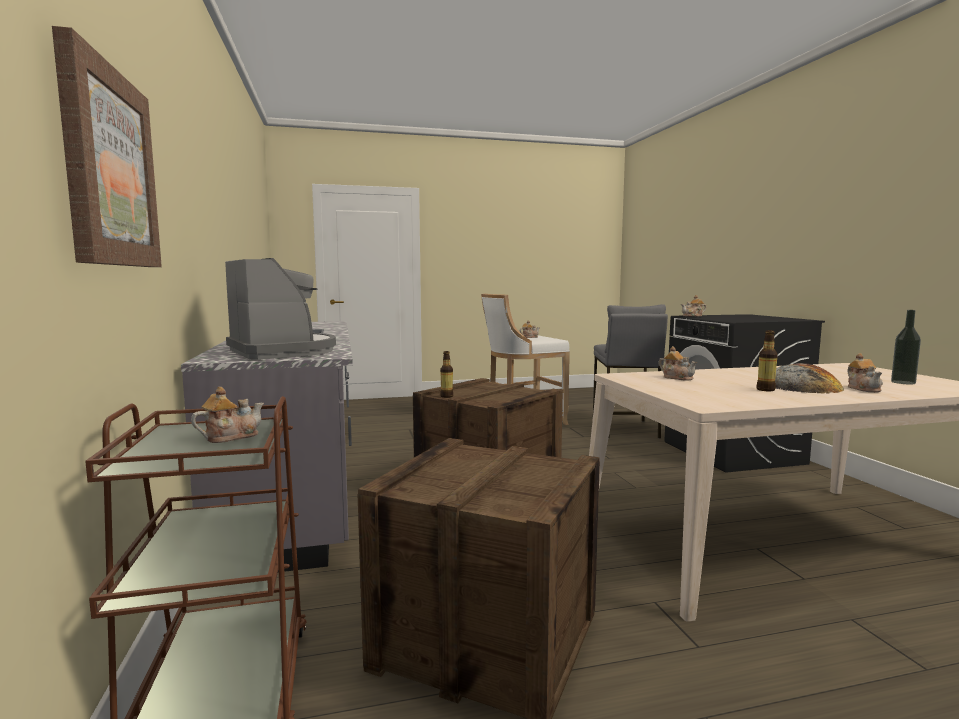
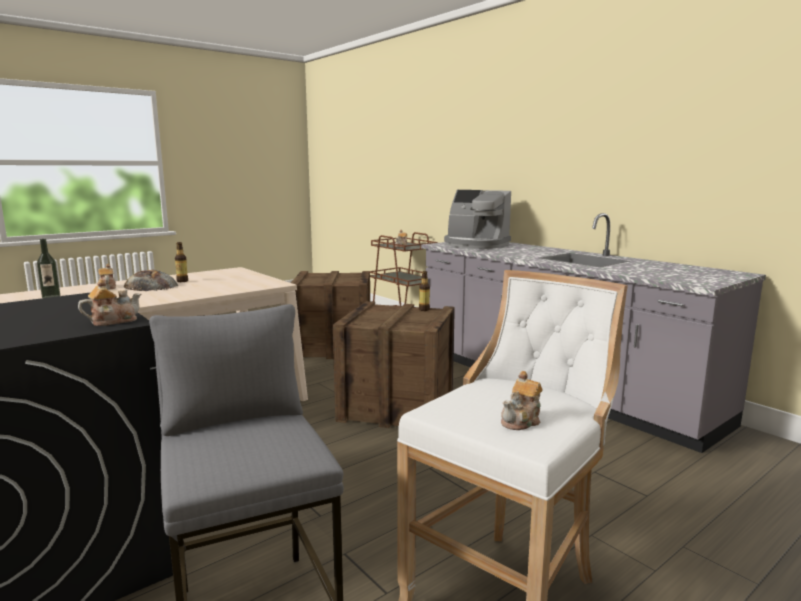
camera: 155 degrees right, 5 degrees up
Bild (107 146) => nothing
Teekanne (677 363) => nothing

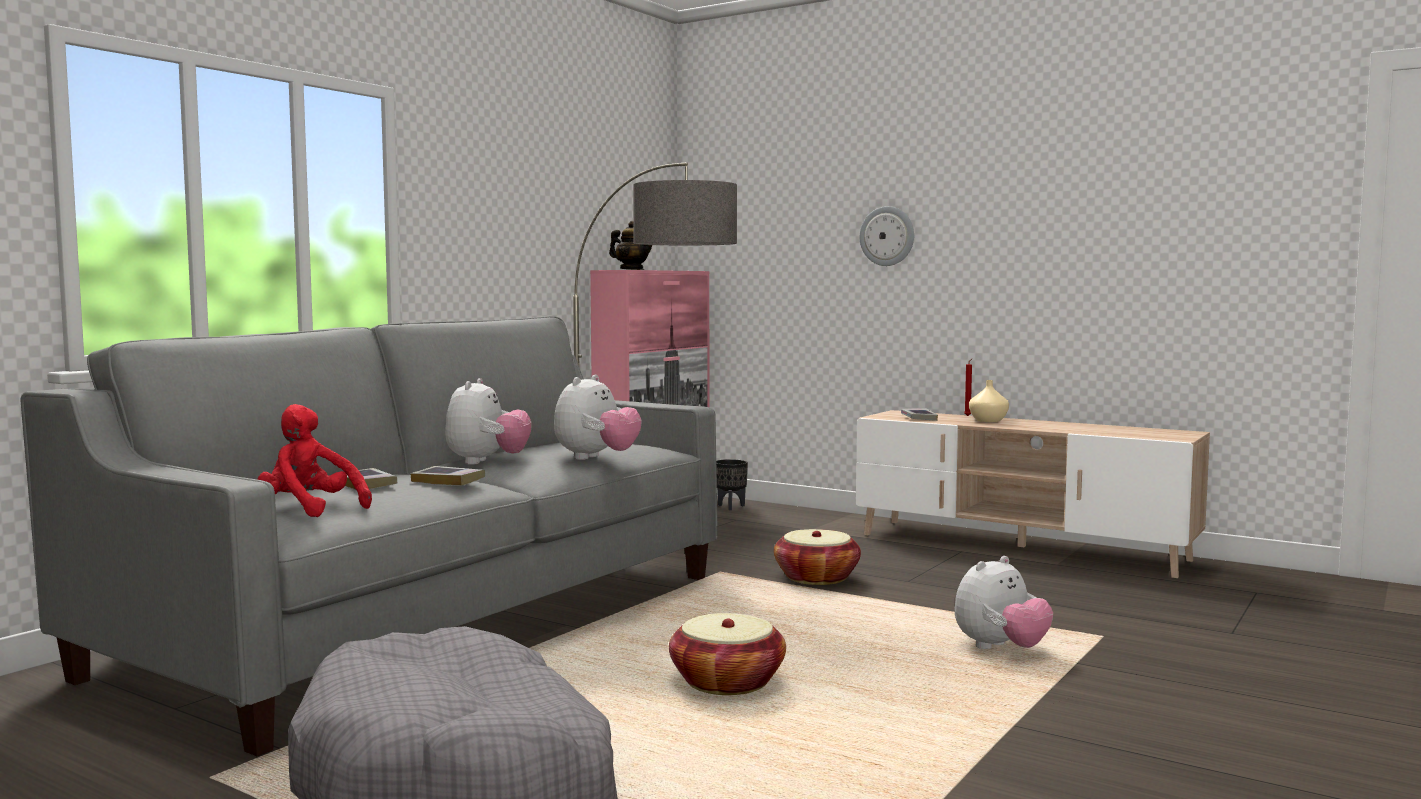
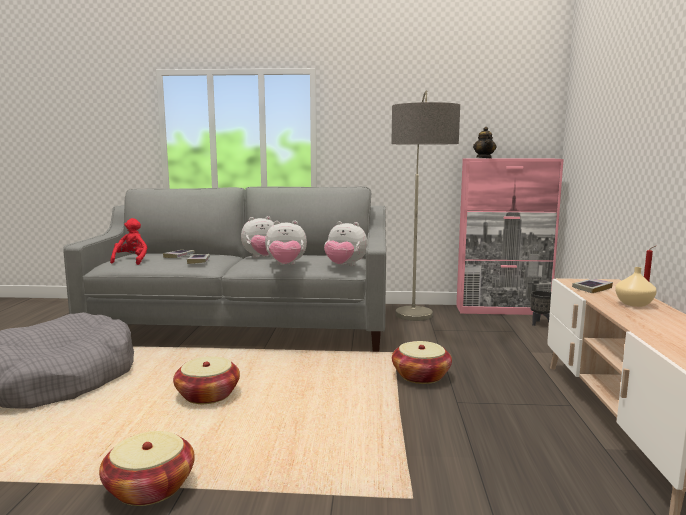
camera: 60 degrees right, 5 degrees up
nothing => Korb (147 468)
Plüschtier (1004 602) => Plüschtier (346 243), move
Wanduhr (887 236) => nothing

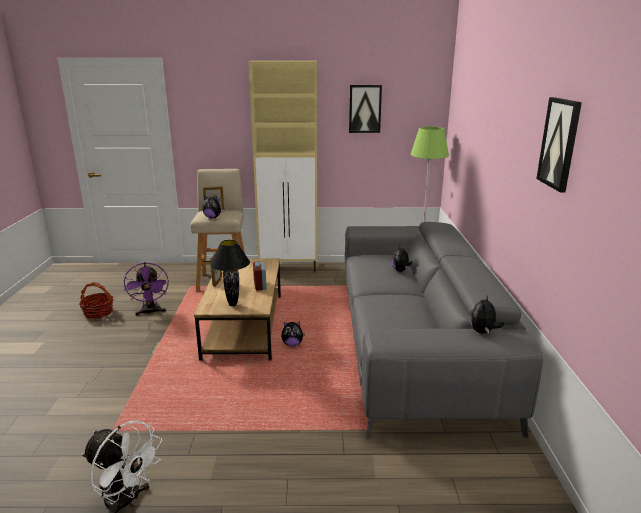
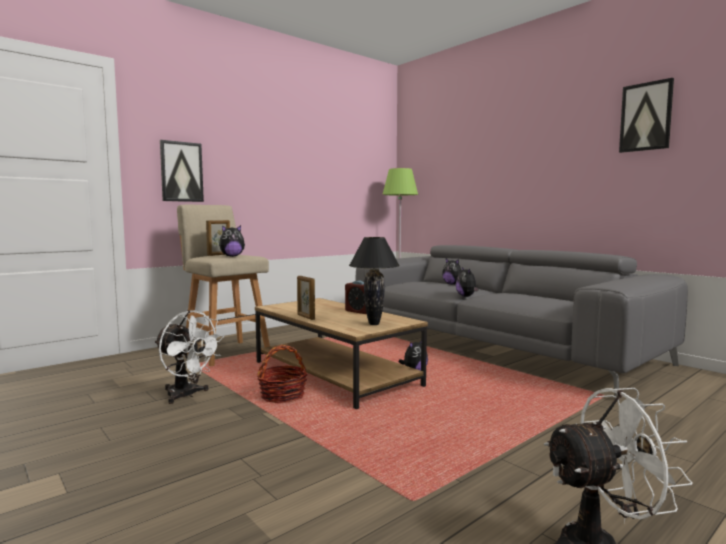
camera: 40 degrees left, 15 degrees down
Ventilator (lila) (146 289) => Ventilator (weiß) (189 357)
Bild (365 109) => Bild (182 171), move
Korb (96 300) => Korb (282 374), move
Plüschtier (487 315) => Plüschtier (467 282), move
Schrank (beige) (282 166) => nothing

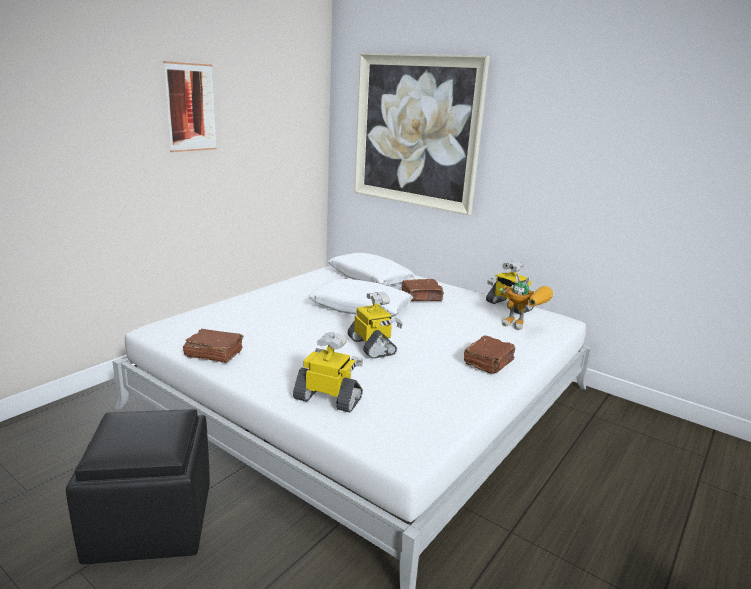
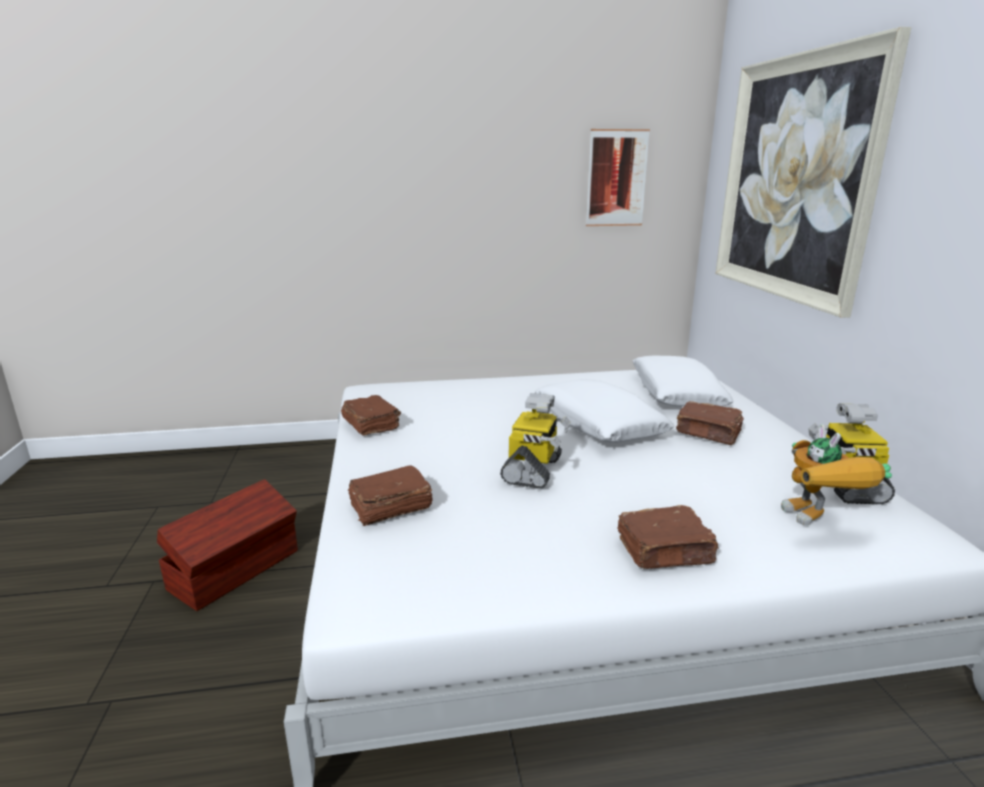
camera: 45 degrees right, 0 degrees up
Polsterhocker (schwarz) (138 487) => Aufbewahrungsbox (braun) (227 545)
Spielzeugroboter (328 372) => Buch (braun) (390 495)
Bild (190 106) => Bild (618 177), move

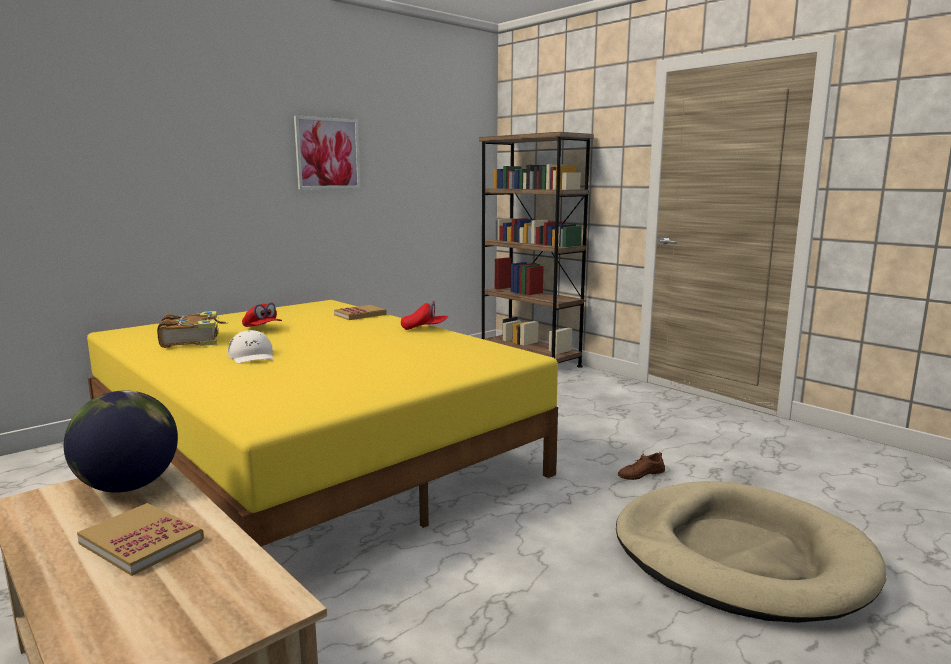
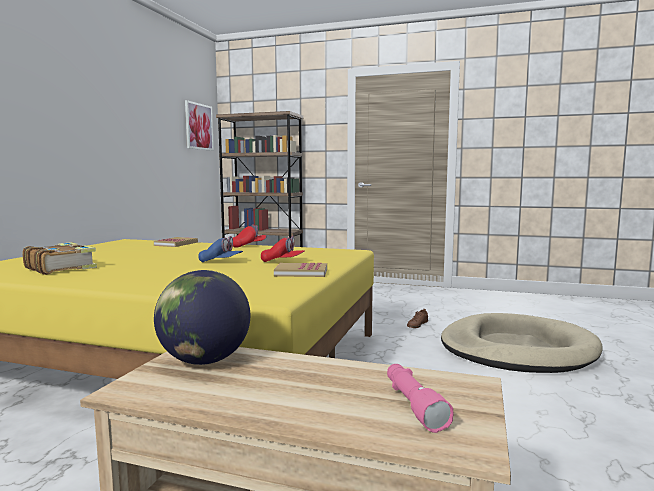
camera: 30 degrees left, 5 degrees down
Bild (327 152) => Bild (199 125), move
nothing => Kappe (blau) (220 249)
Kappe (rot) (262 314) => Kappe (rot) (283 249), move
Buch (140 539) => Buch (300 270), move
nothing => Taschenlampe (rosa) (420 398)
Kappe (weiß) (251 346) => nothing

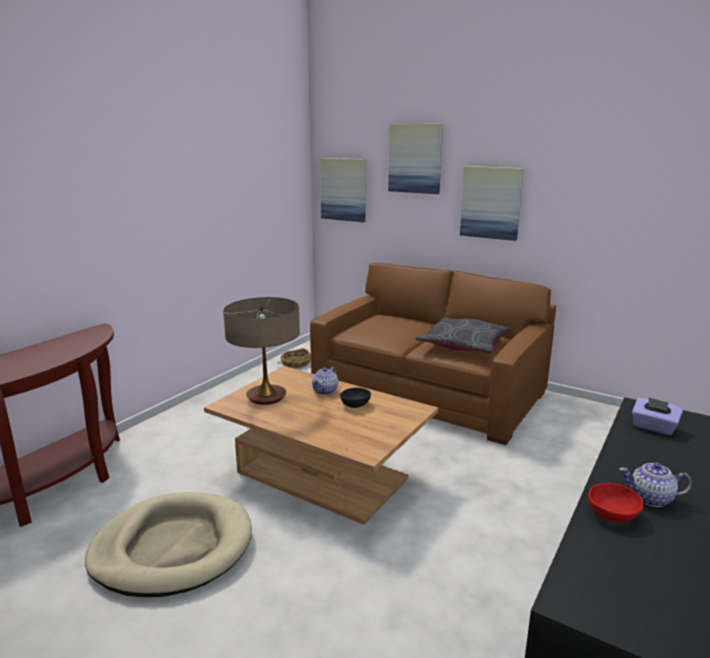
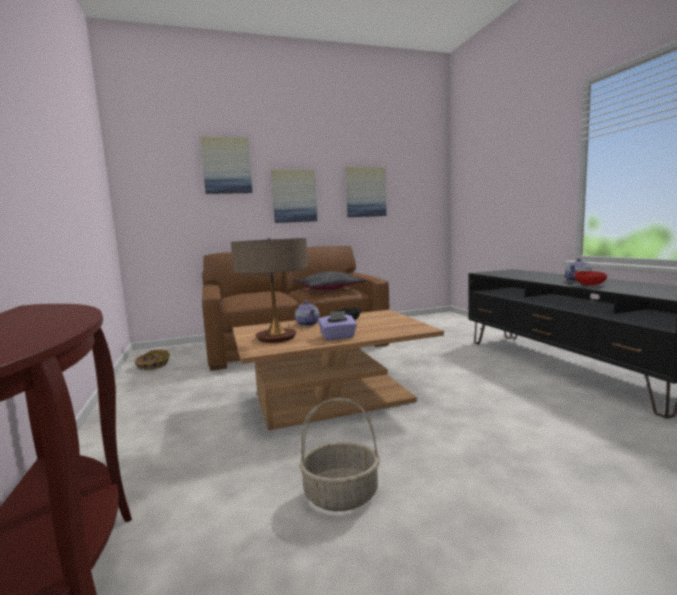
camera: 50 degrees left, 10 degrees down
Hundebett (beige) (168 544) => Korb (339 454)
Taschentuchbox (lila) (657 416) => Taschentuchbox (lila) (337 325), move
Bild (343 190) => Bild (365 192), move

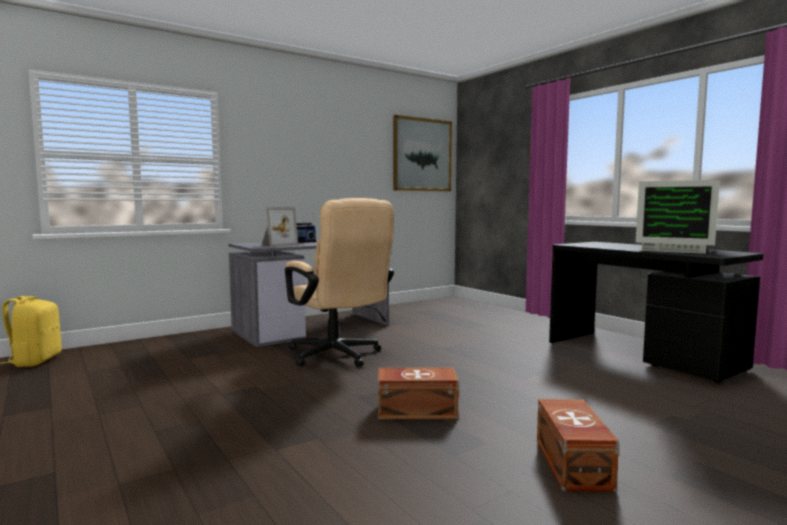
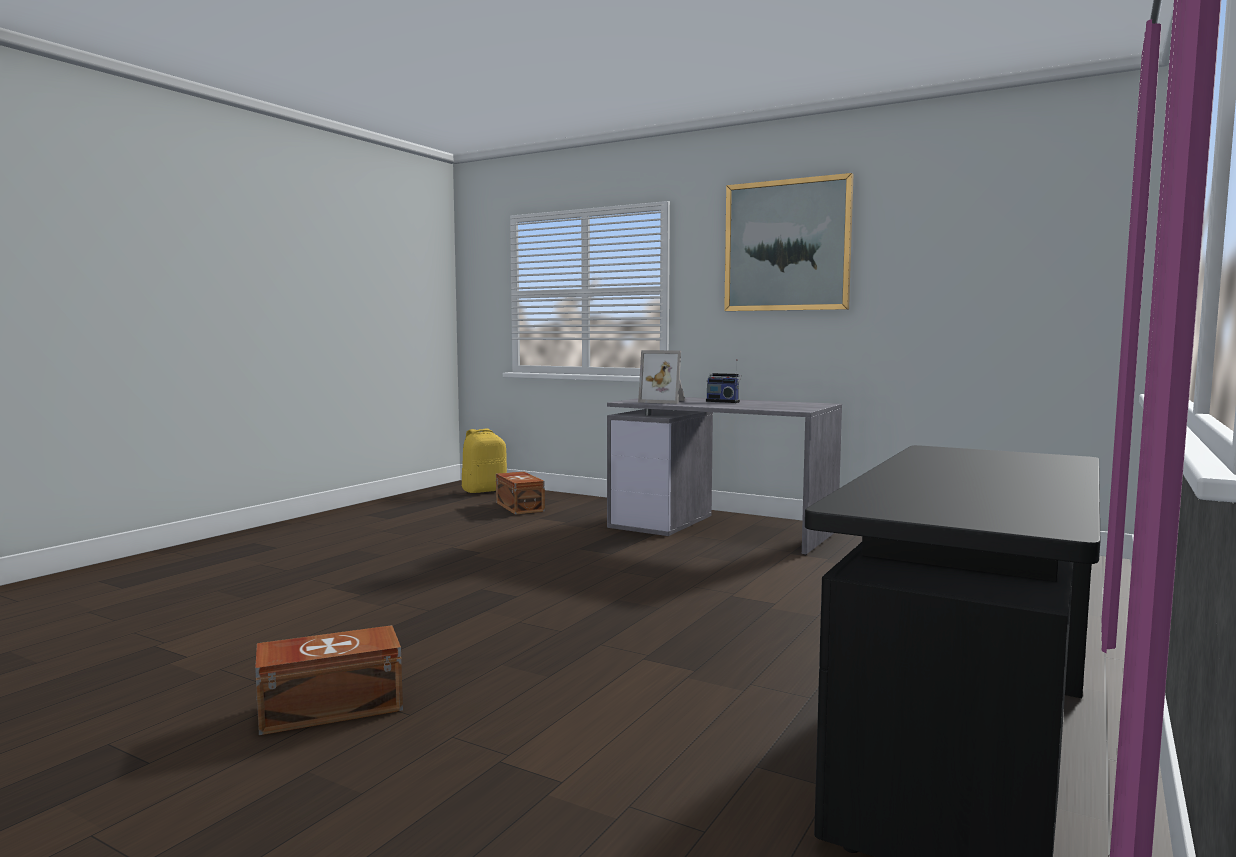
camera: 65 degrees right, 0 degrees up
Aufbewahrungsbox (braun) (418 393) => Aufbewahrungsbox (braun) (520 493), move
Bild (422 153) => Bild (788 242), move
Bürostuhl (beige) (339 282) => nothing
Monitor (678 217) => nothing

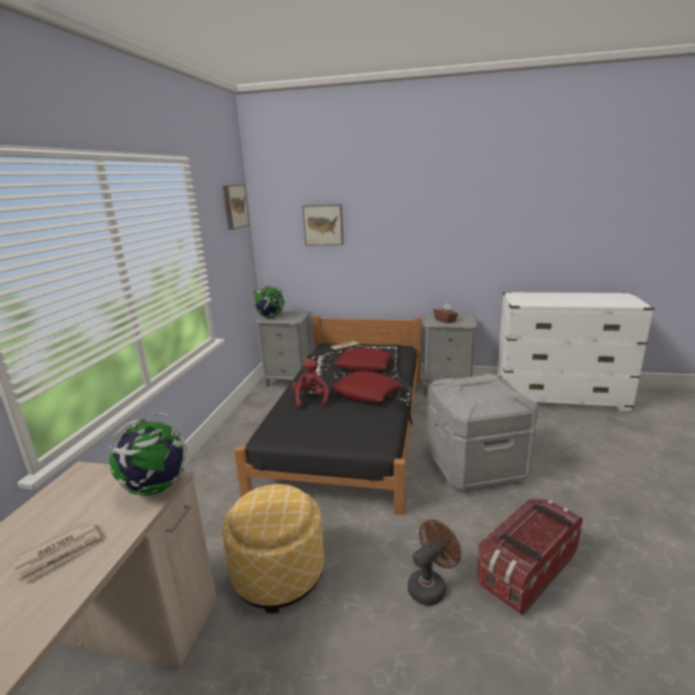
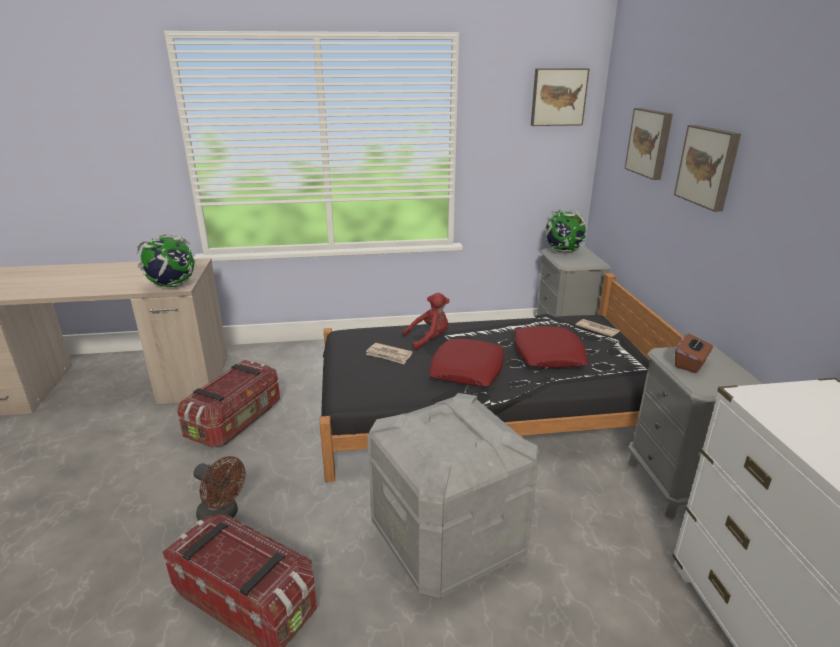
camera: 70 degrees right, 5 degrees up
Polsterhocker (273 548) => Aufbewahrungsbox (228 404)
Zeitung (58 551) => Zeitung (389 353), move
nothing => Bild (707 168)

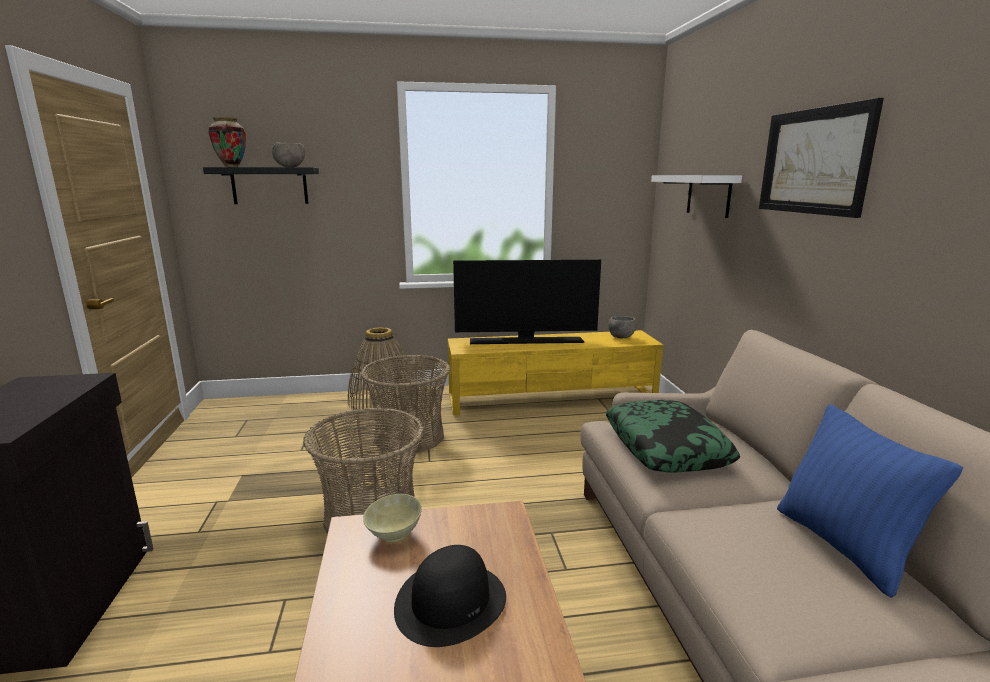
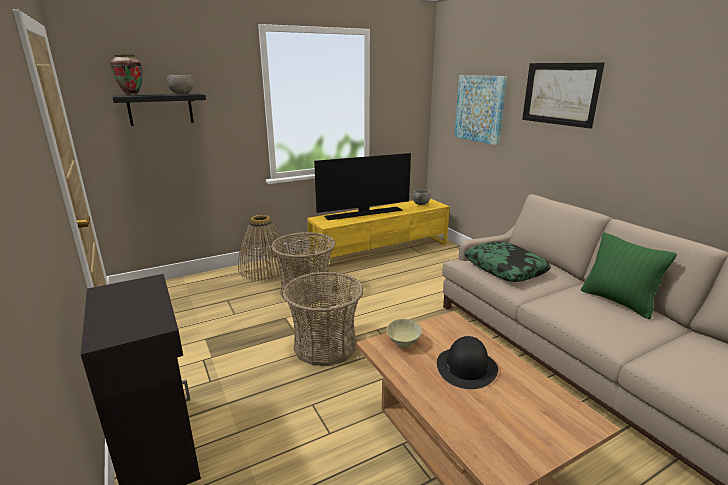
camera: 20 degrees left, 5 degrees up
Wandregal (weiß) (696 196) => Bild (481 110)
Kissen (blau) (870 501) => Kissen (grün) (629 275)

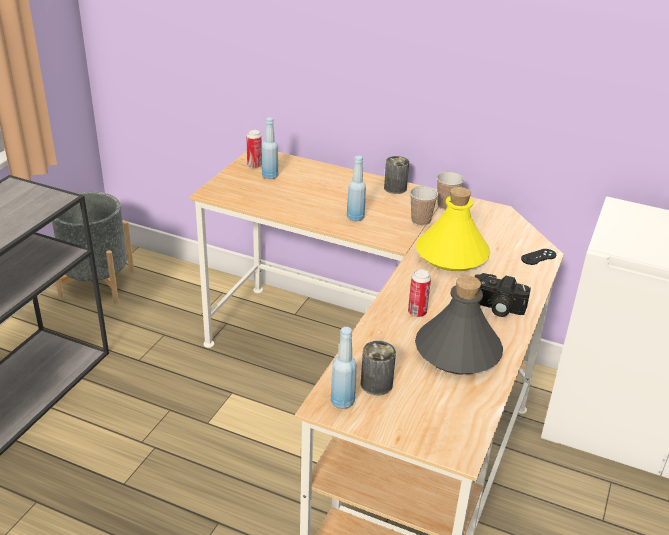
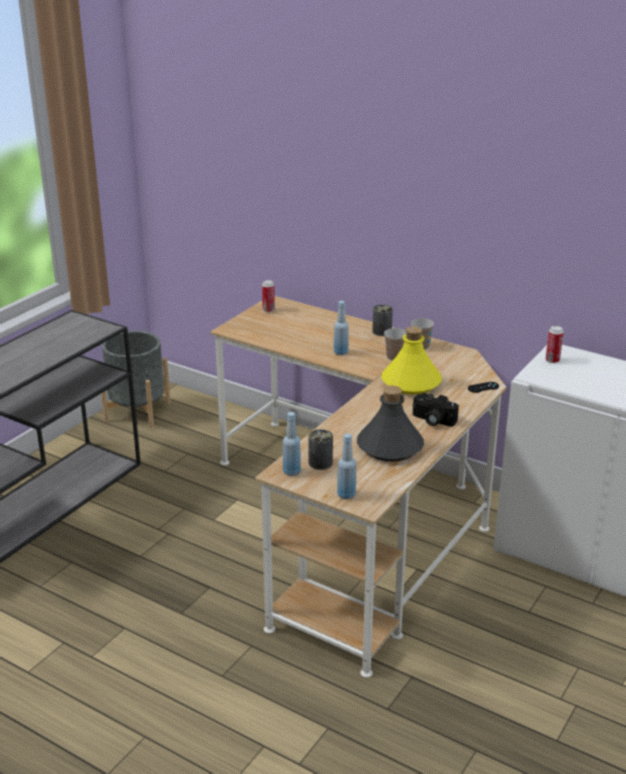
camera: 10 degrees right, 5 degrees down
Flasche (blau) (270 148) => Flasche (blau) (346 466), move
Dose (419 293) => Dose (554 344), move

